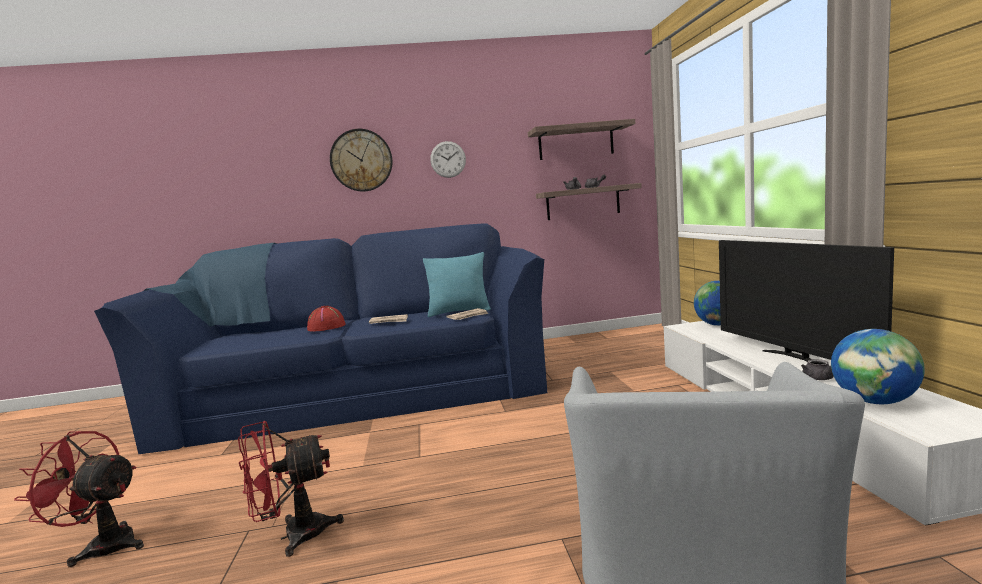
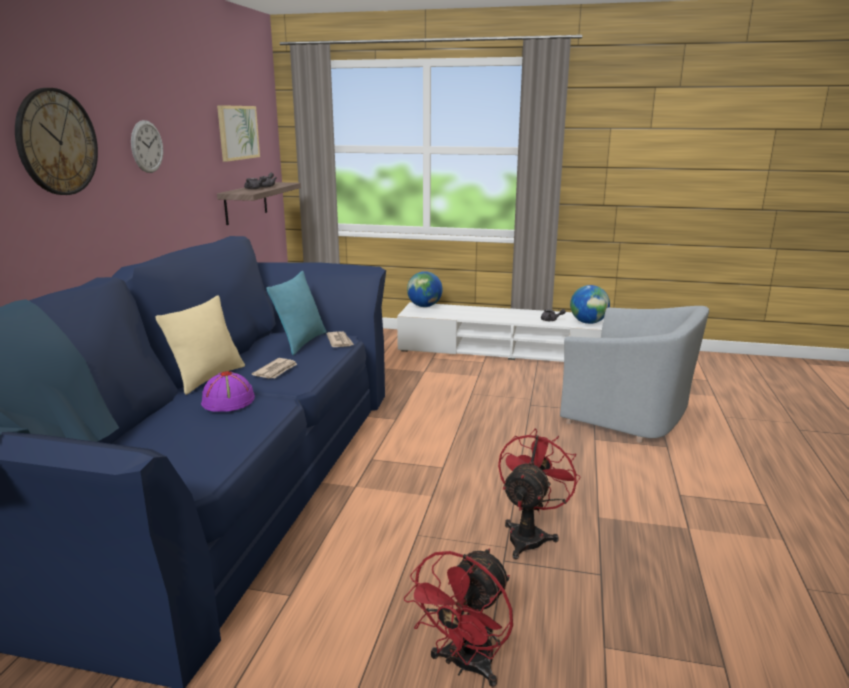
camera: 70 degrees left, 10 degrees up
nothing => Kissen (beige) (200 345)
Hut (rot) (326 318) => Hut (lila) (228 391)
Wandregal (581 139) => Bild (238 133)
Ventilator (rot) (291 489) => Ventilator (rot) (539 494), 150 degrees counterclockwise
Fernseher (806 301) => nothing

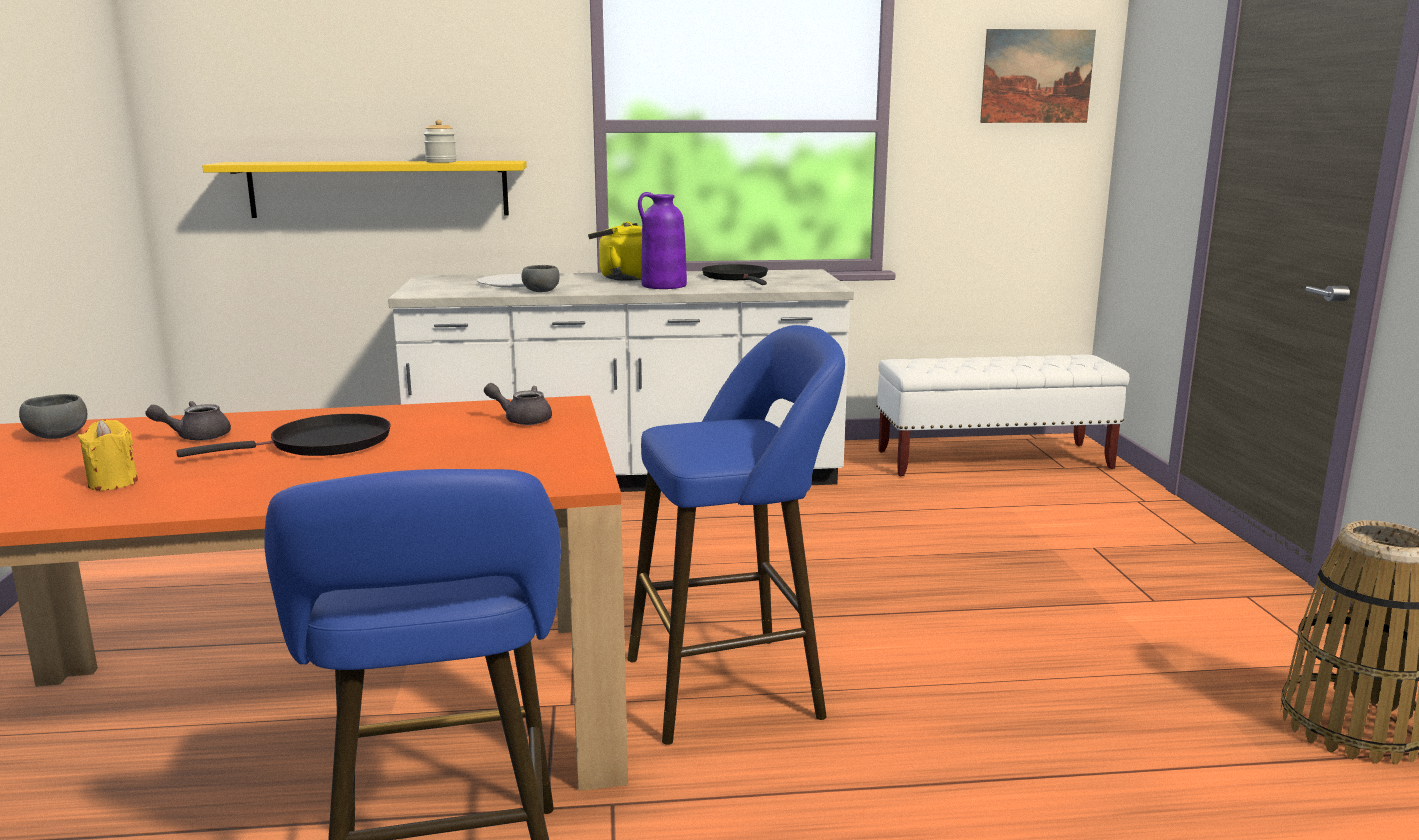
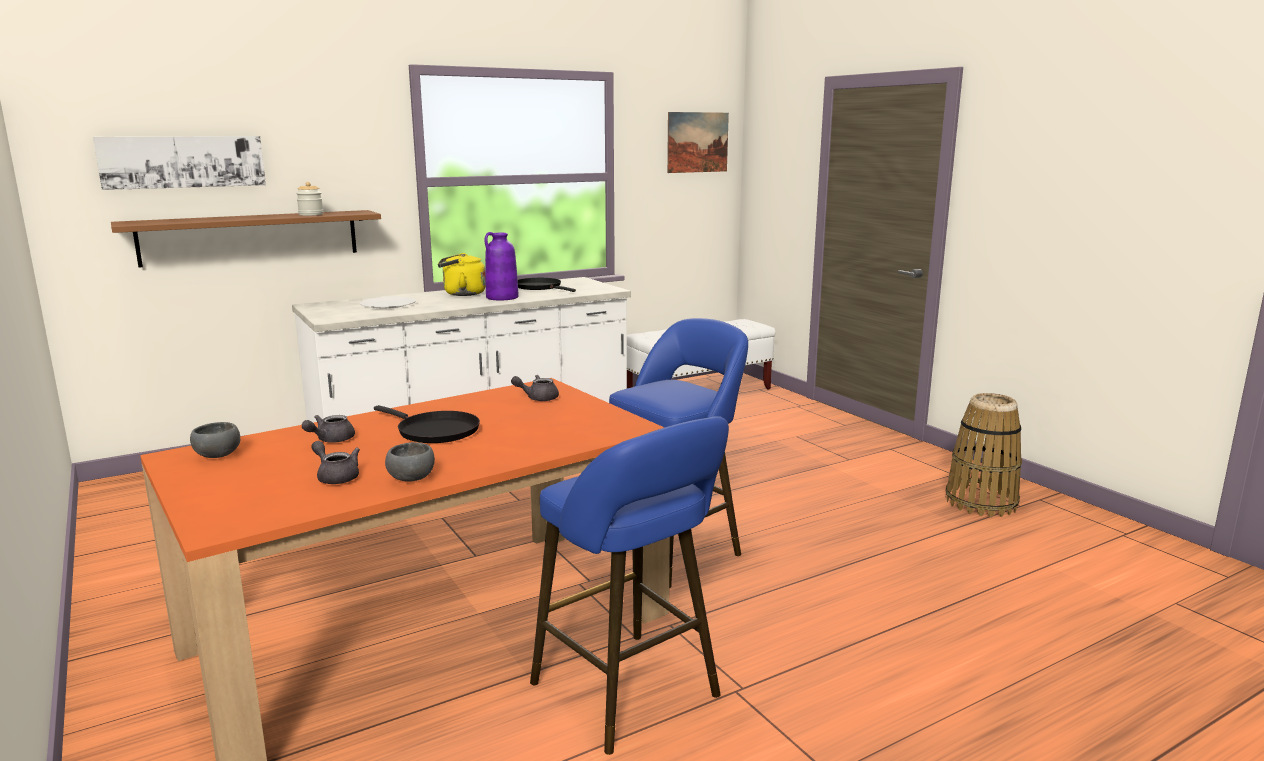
camera: 25 degrees left, 0 degrees up
nothing => Bild (179 163)
Wandregal (gelb) (364 189) => Wandregal (braun) (246 238)
Kerze (gelb) (108 455) => Teekanne (grau) (335 462)
Pfanne (schwarz) (283 435) => Pfanne (schwarz) (427 424), 90 degrees clockwise
Schüssel (grau) (540 278) => Schüssel (grau) (410 462), move

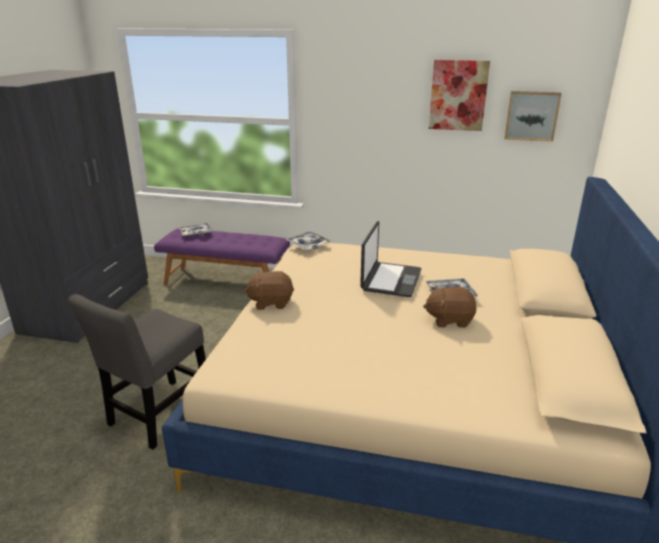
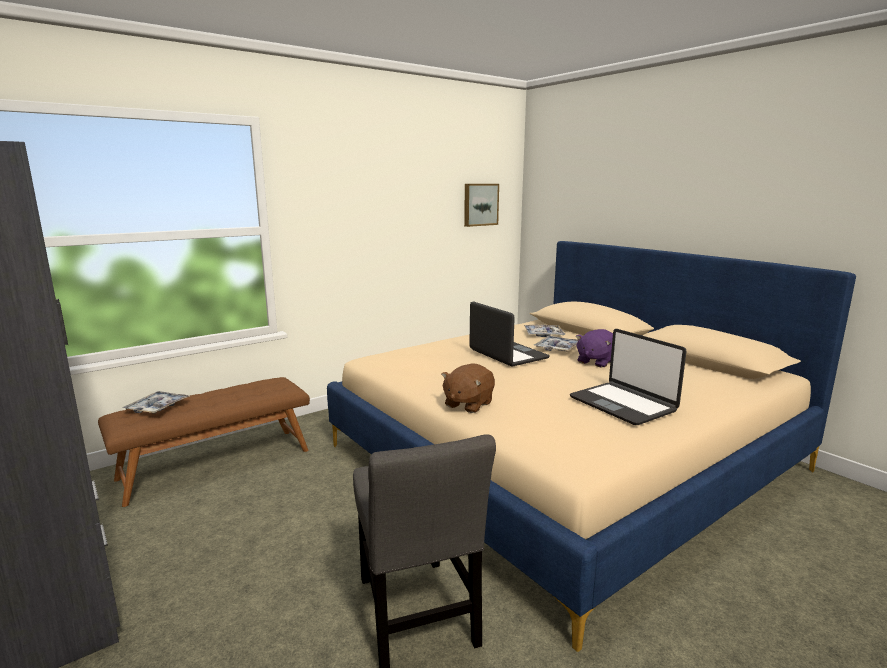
camera: 50 degrees left, 10 degrees down
Bank (lila) (222 257) => Bank (braun) (204 442)
Tablett (309 241) => Tablett (545 331), move
nothing => Laptop (628 377)
Plüschtier (braun) (450 306) => Plüschtier (lila) (594 348)
Bild (459 95) => nothing

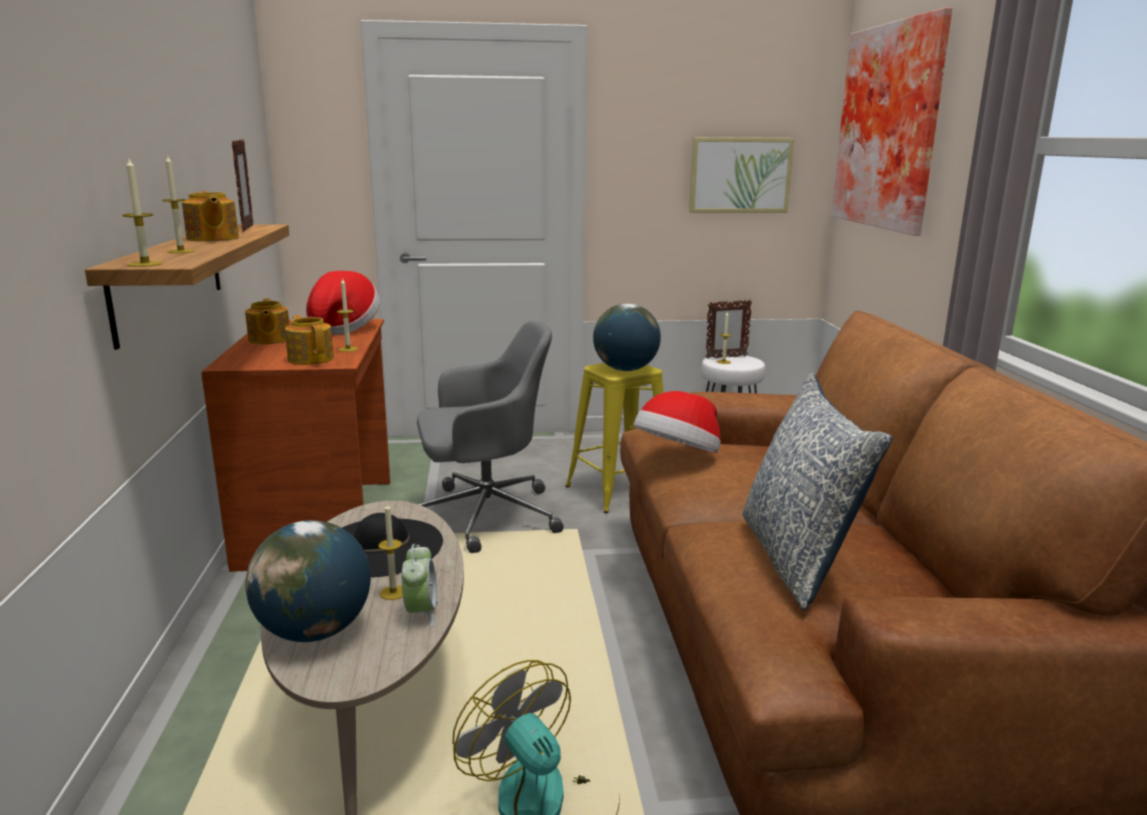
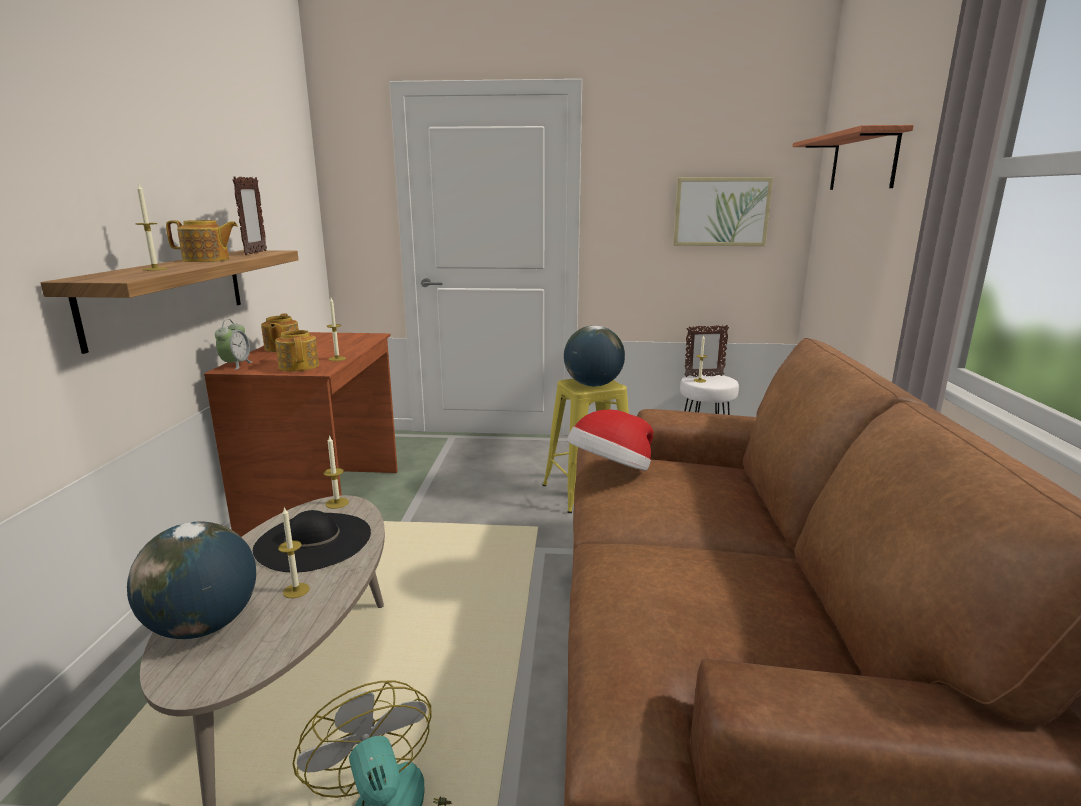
camera: 10 degrees right, 0 degrees up
Teekanne (210 216) => Teekanne (202 241), 75 degrees counterclockwise
Wecker (419 585) => Wecker (234 344), move
Kerze (142 213) => Kerze (336 472), move
Bild (891 121) => Wandregal (853 157)
Hut (343 303) => nothing
Bürostuhl (grau) (490 437) => nothing
Kissen (818 492) => nothing

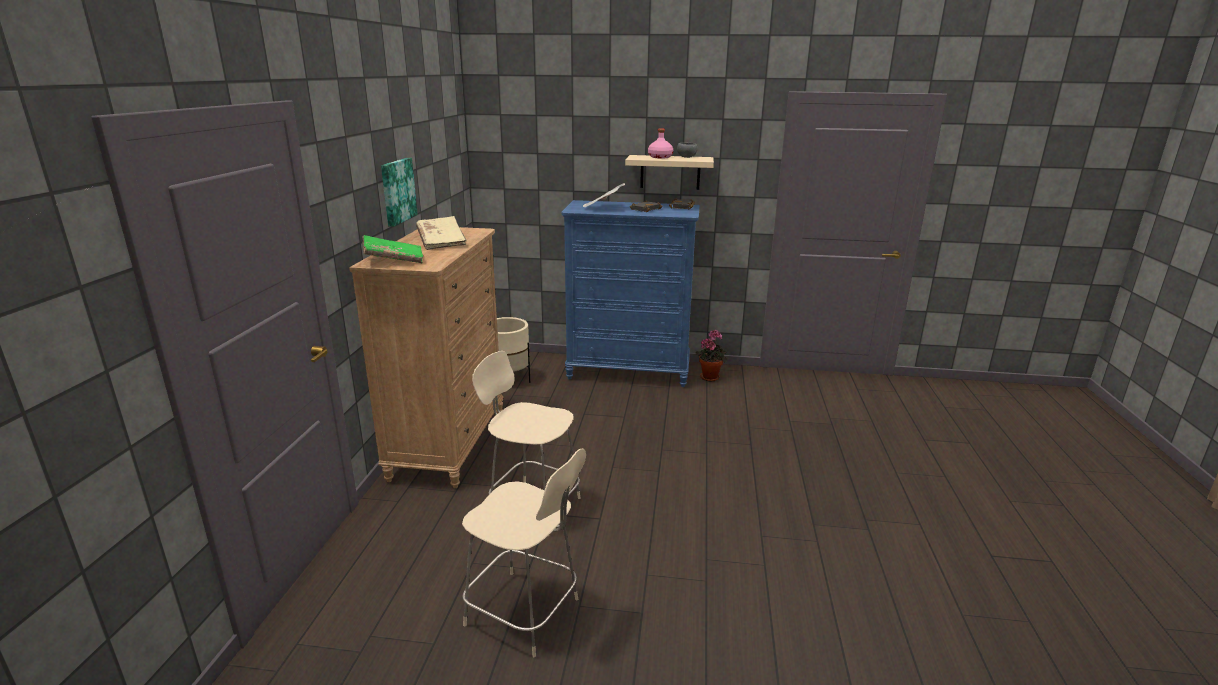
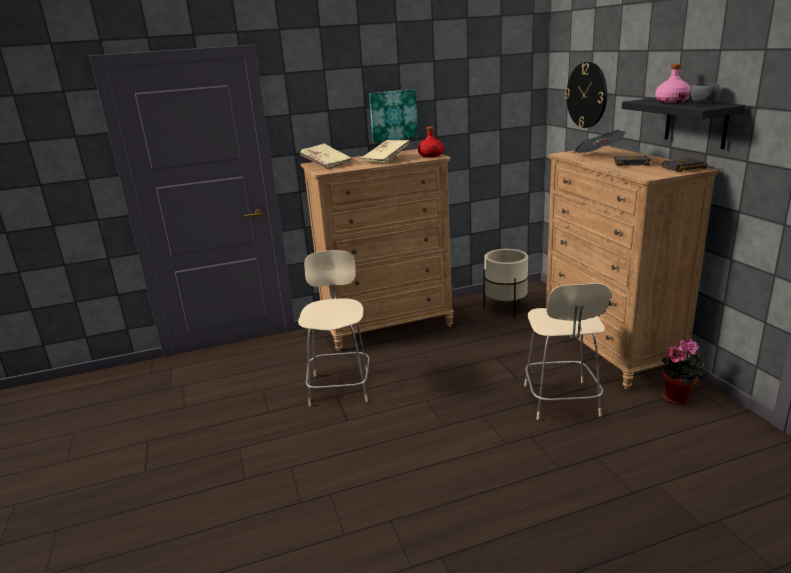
camera: 65 degrees right, 0 degrees up
Buch (grün) (392 249) => Buch (beige) (326 156)
nothing => Flasche (rot) (431 141)
Stuhl (beige) (524 552) => Stuhl (beige) (567 351), move
Kommode (blau) (630 293) => Kommode (braun) (632 267)
nothing => Wanduhr (586 95)
Wandregal (beige) (669 172) => Wandregal (schwarz) (683 123)

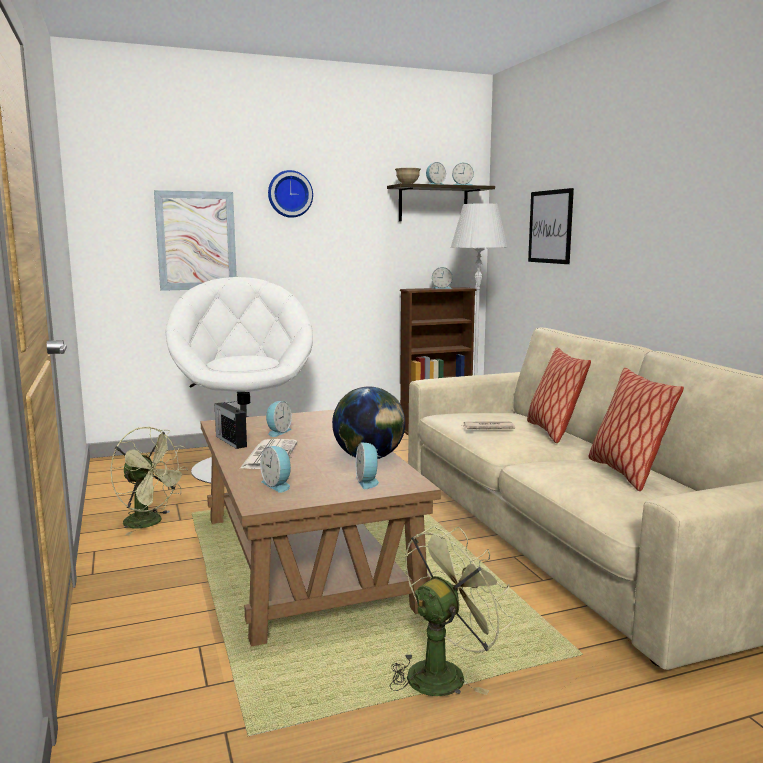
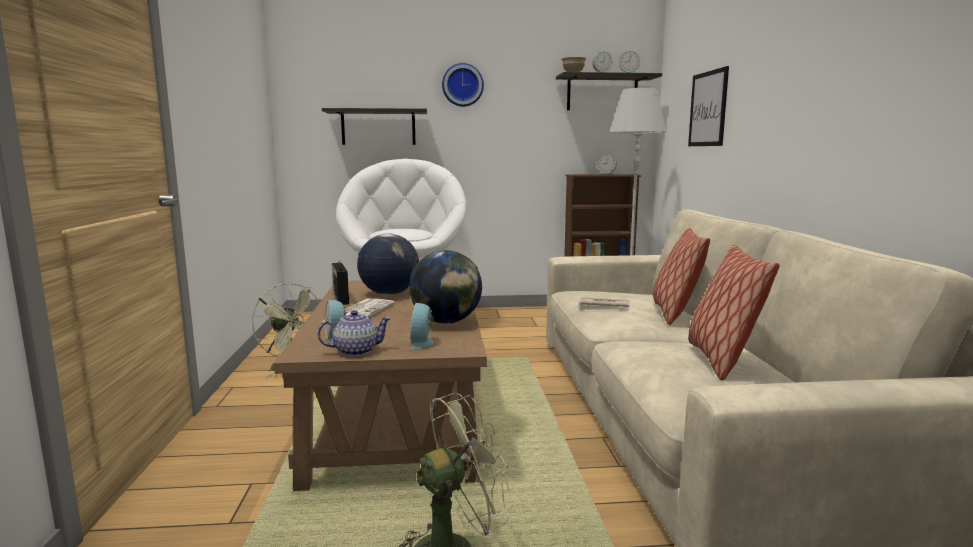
camera: 15 degrees right, 0 degrees up
nothing => Teekanne (355 333)
Bild (195 240) => Wandregal (374 126)
Wecker (279 419) => Globus (388 264)

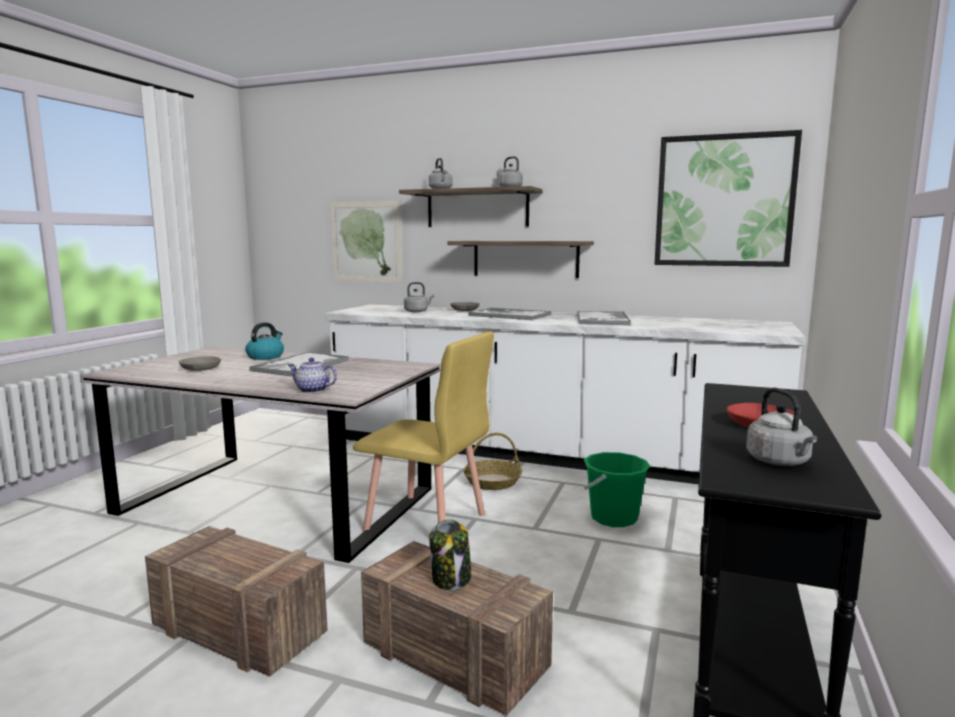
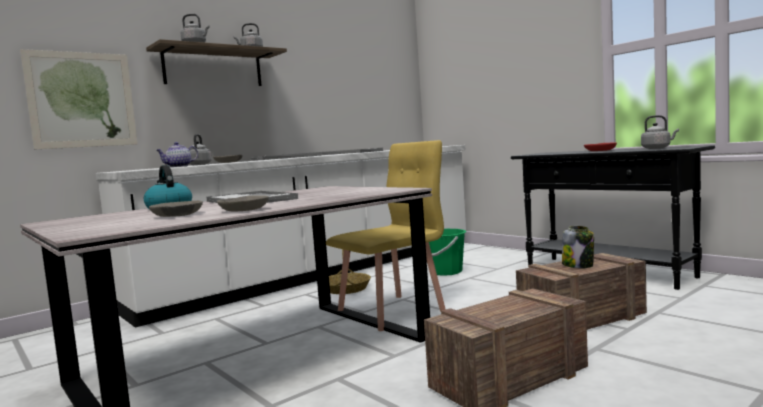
camera: 60 degrees left, 5 degrees down
Teekanne (312 375) => Teekanne (177 154), move
nothing => Schüssel (grau) (243 203)
Wandregal (520 259) => nothing
Bild (728 198) => nothing

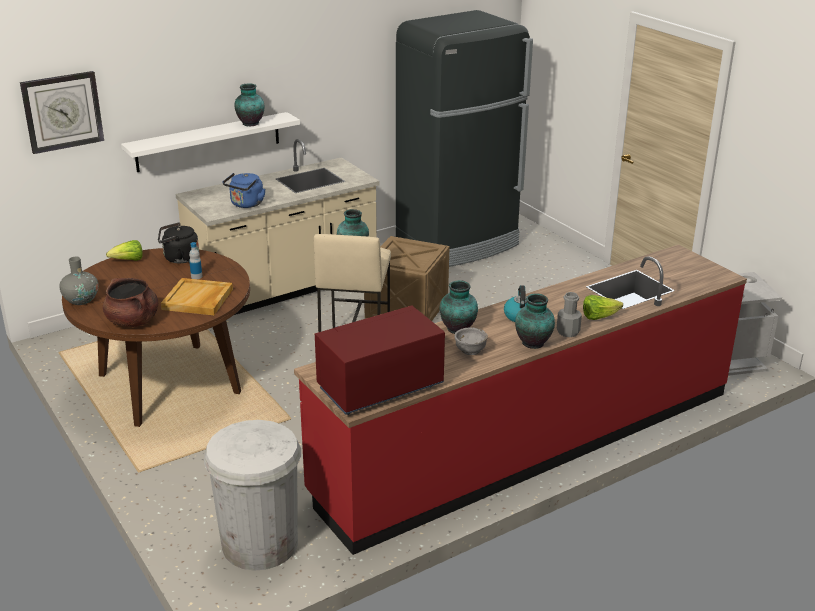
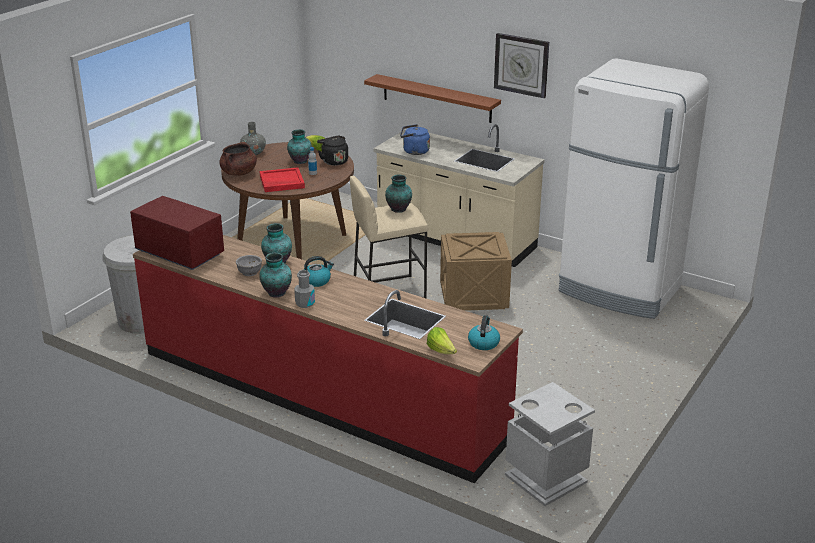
camera: 65 degrees right, 0 degrees up
Tablett (beige) (197 296) => Tablett (rot) (282 179)
Vase (249 104) => Vase (299 146), move
Wandregal (weiß) (210 142) => Wandregal (braun) (432 98)
Salatkopf (603 307) => Salatkopf (442 340), move
nothing => Wasserkessel (484 332)
Wanduhr (62 112) => Wanduhr (521 65), move
Kühlschrank (schwarz) (464 138) => Kühlschrank (weiß) (634 189)

